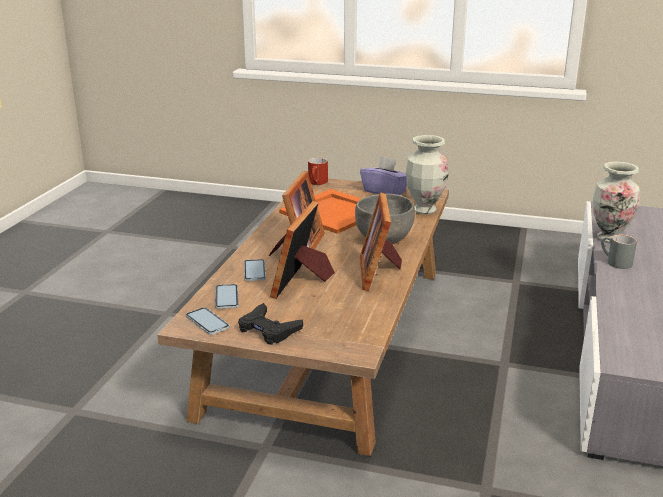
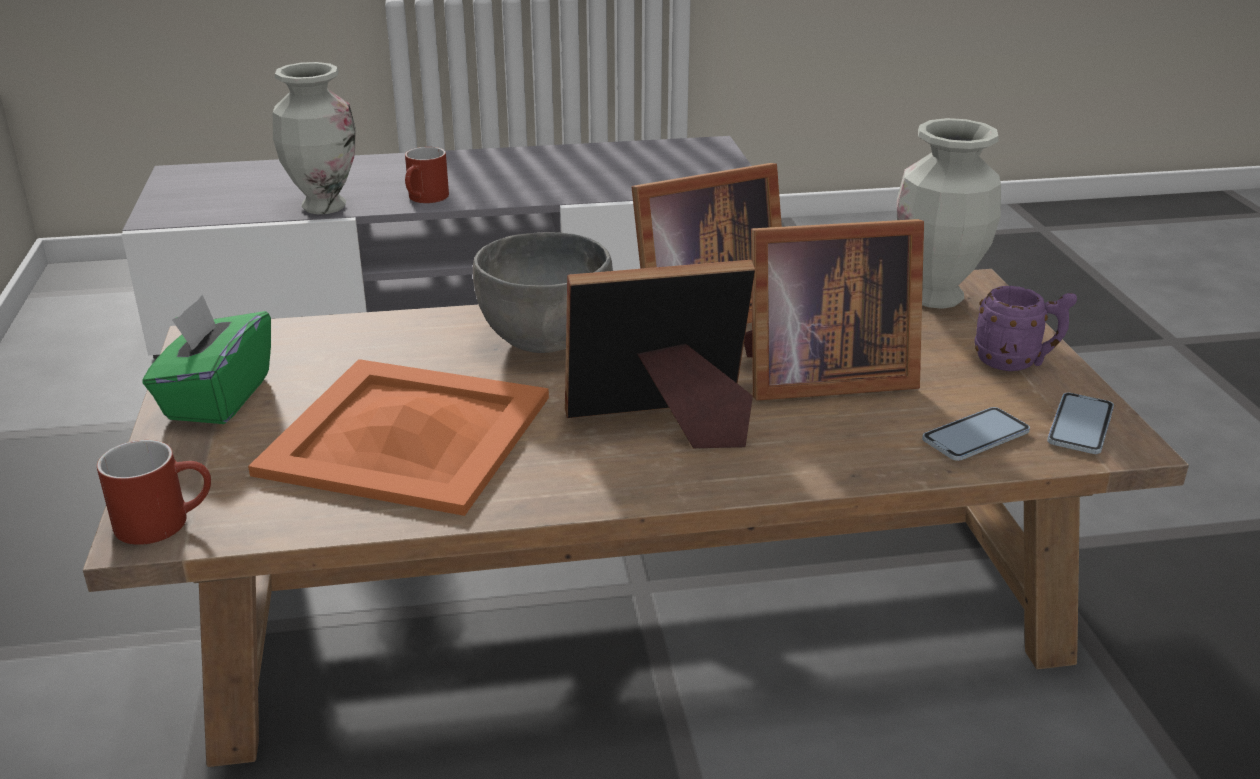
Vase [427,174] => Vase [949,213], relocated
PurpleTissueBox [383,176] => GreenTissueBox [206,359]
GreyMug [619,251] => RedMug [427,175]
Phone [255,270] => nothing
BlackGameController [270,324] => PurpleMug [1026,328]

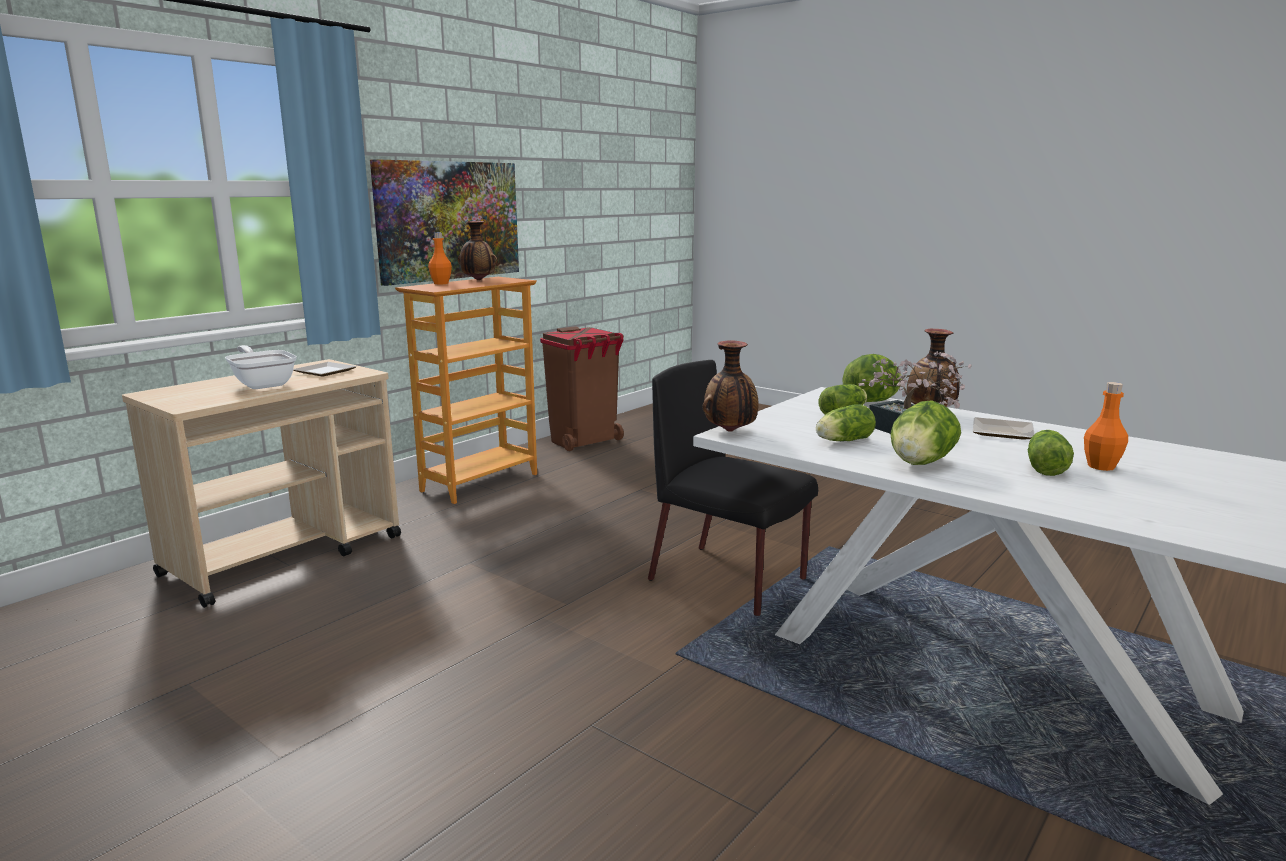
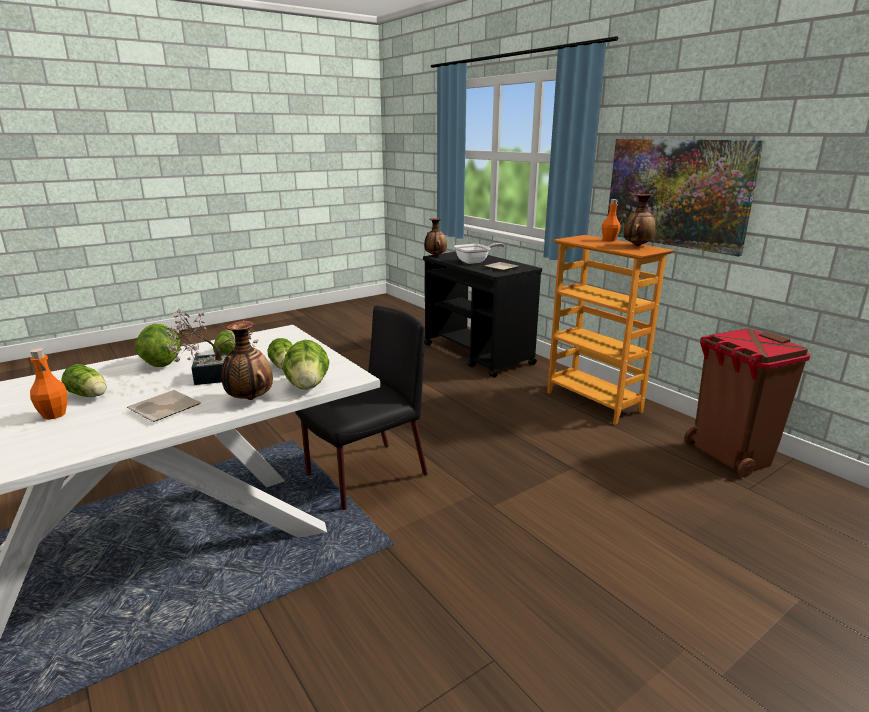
Vase [731,386] => Vase [435,237], relocated
BeigeCart [261,483] => BlackCart [482,315]

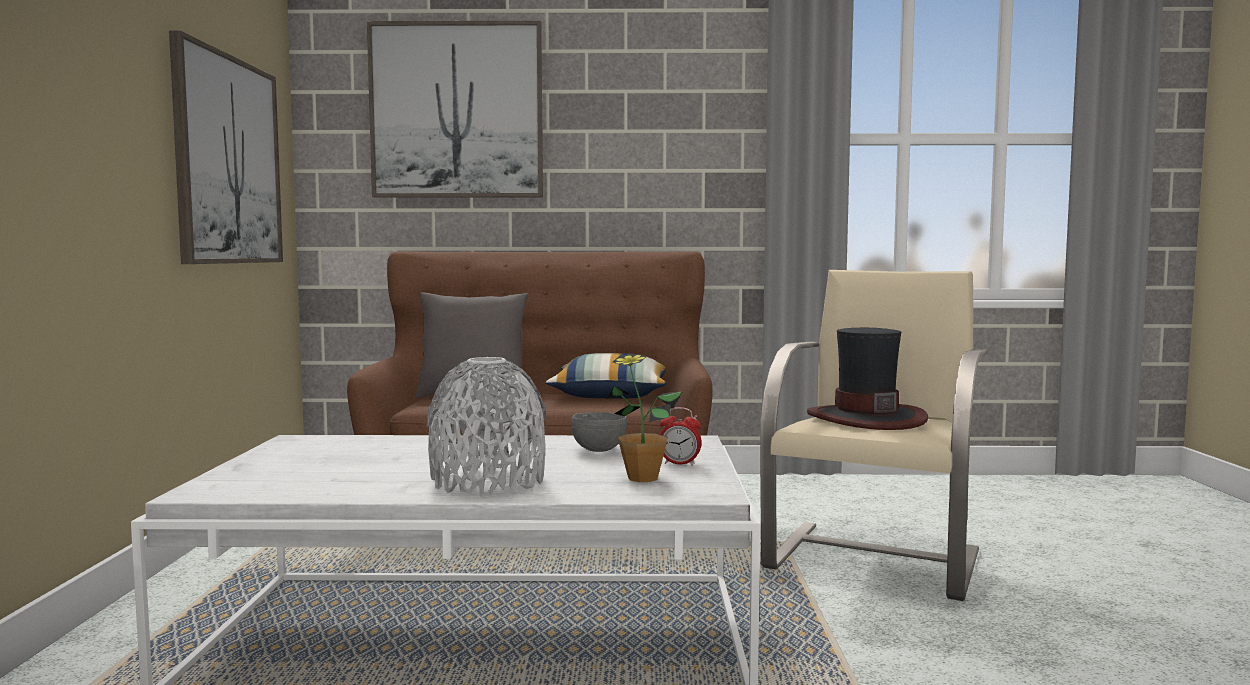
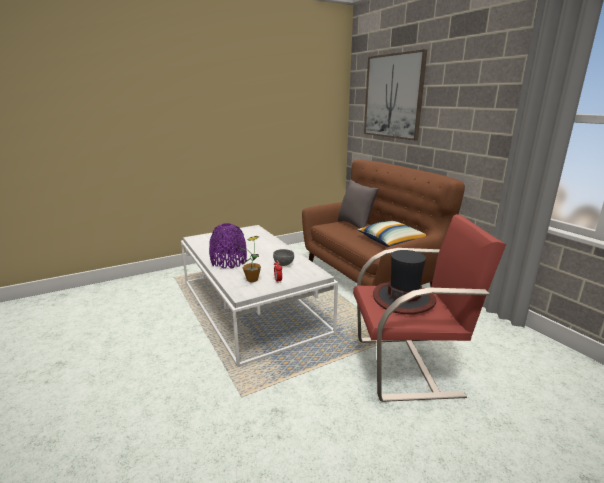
Picture [226,147] => nothing
BeigeArmchair [874,435] => RedArmchair [429,308]
GreyVase [486,427] => PurpleVase [228,246]

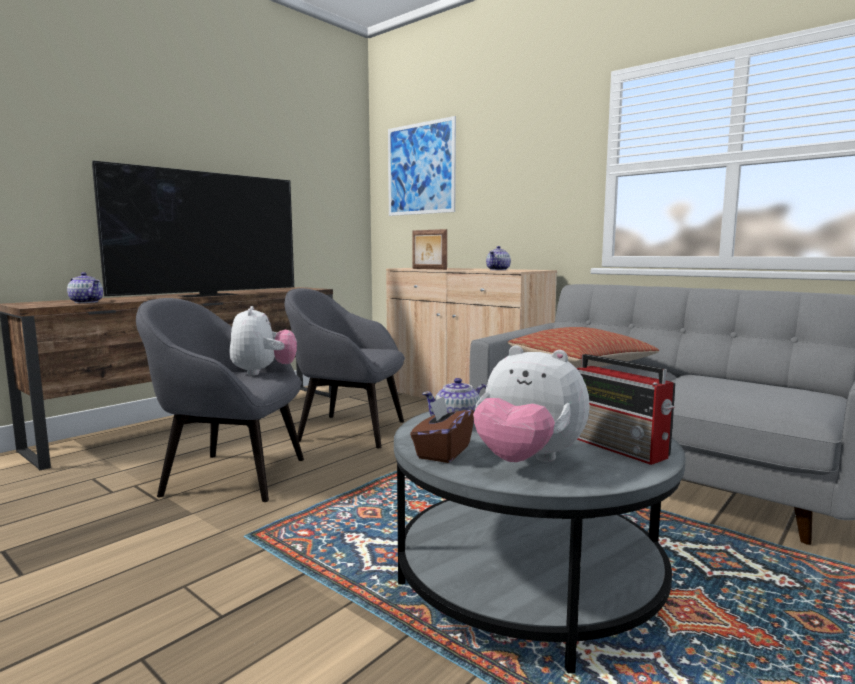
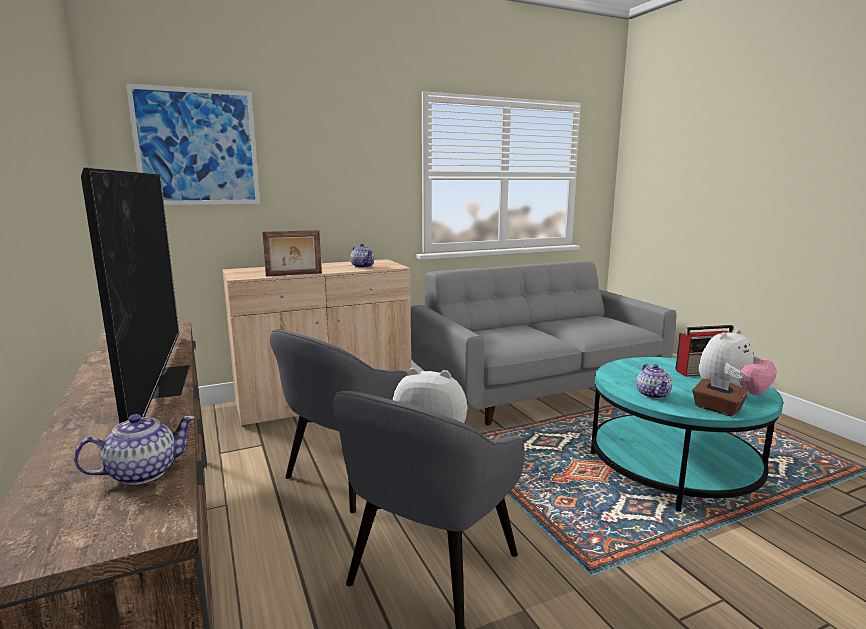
Pillow [583,347] => nothing
GreyCoffeeTable [540,542] => TurquoiseCoffeeTable [687,434]

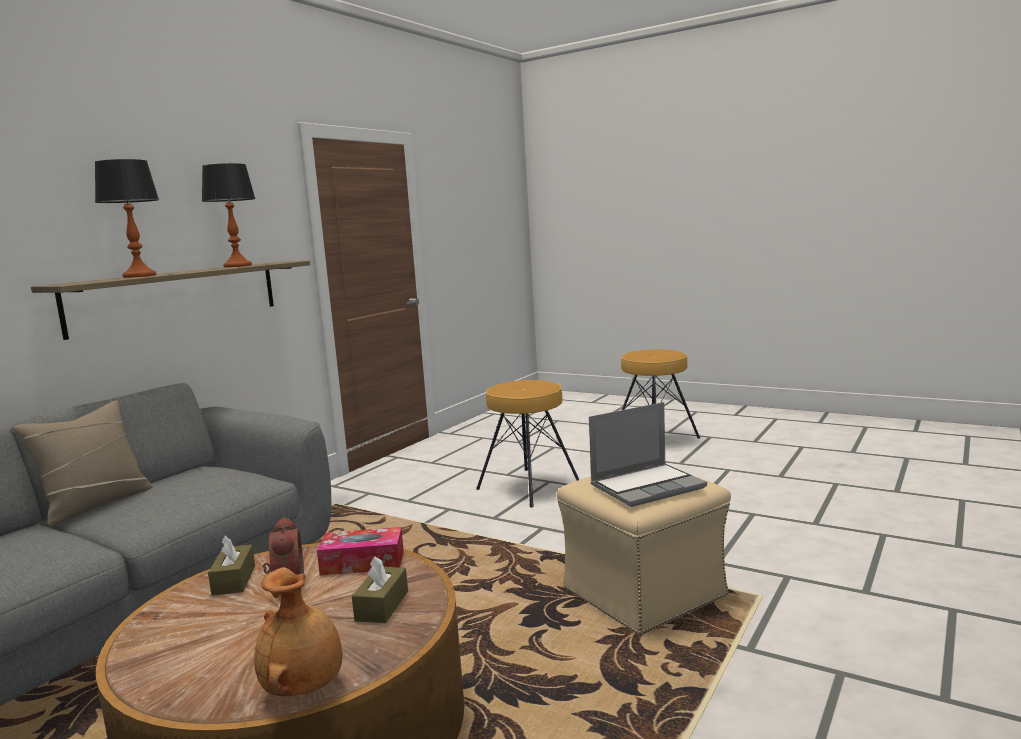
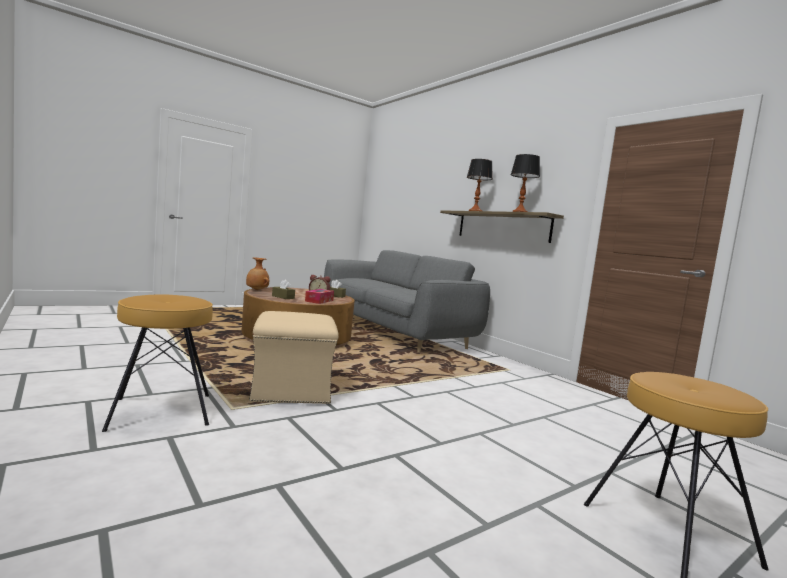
BrownStool [527,444] => BrownStool [157,363], relocated
BeigePillow [83,463] => nothing
Laptop [648,454] => nothing

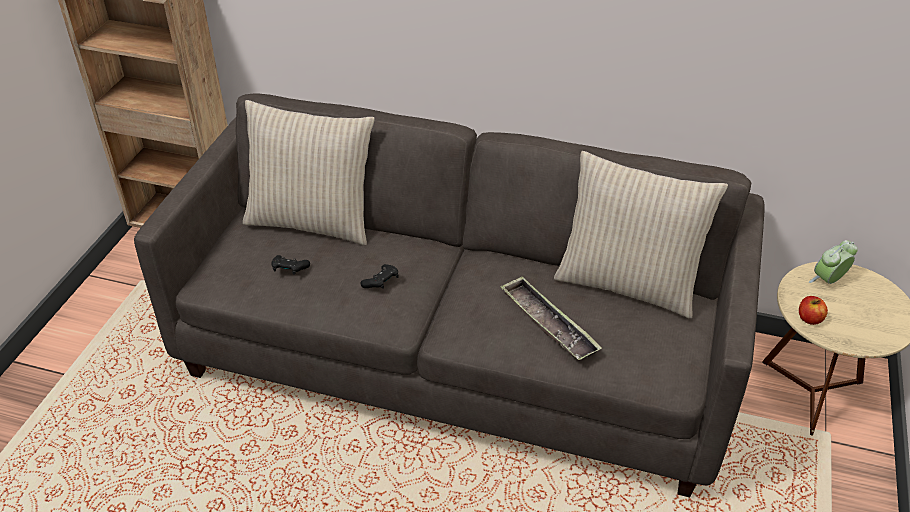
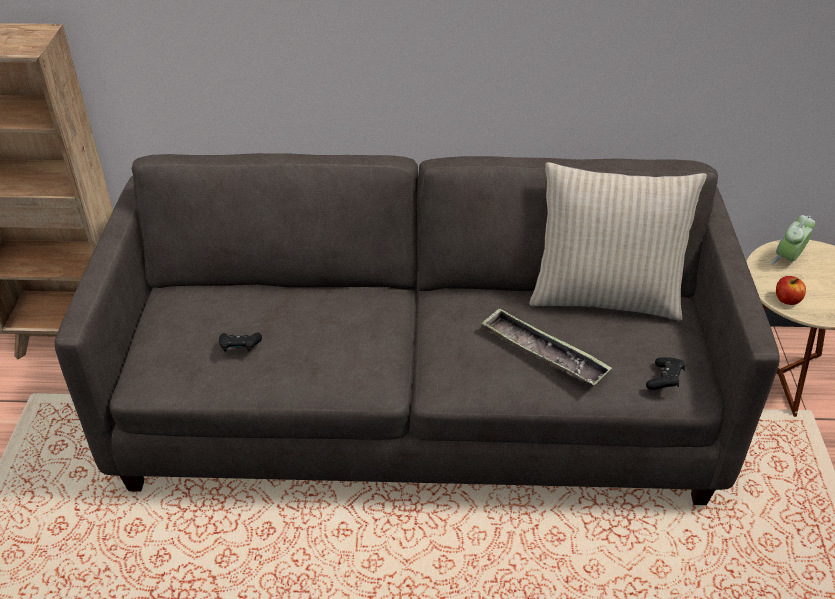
BeigePillow [309,172] => nothing
BlackGameController [379,276] => BlackGameController [665,373], relocated

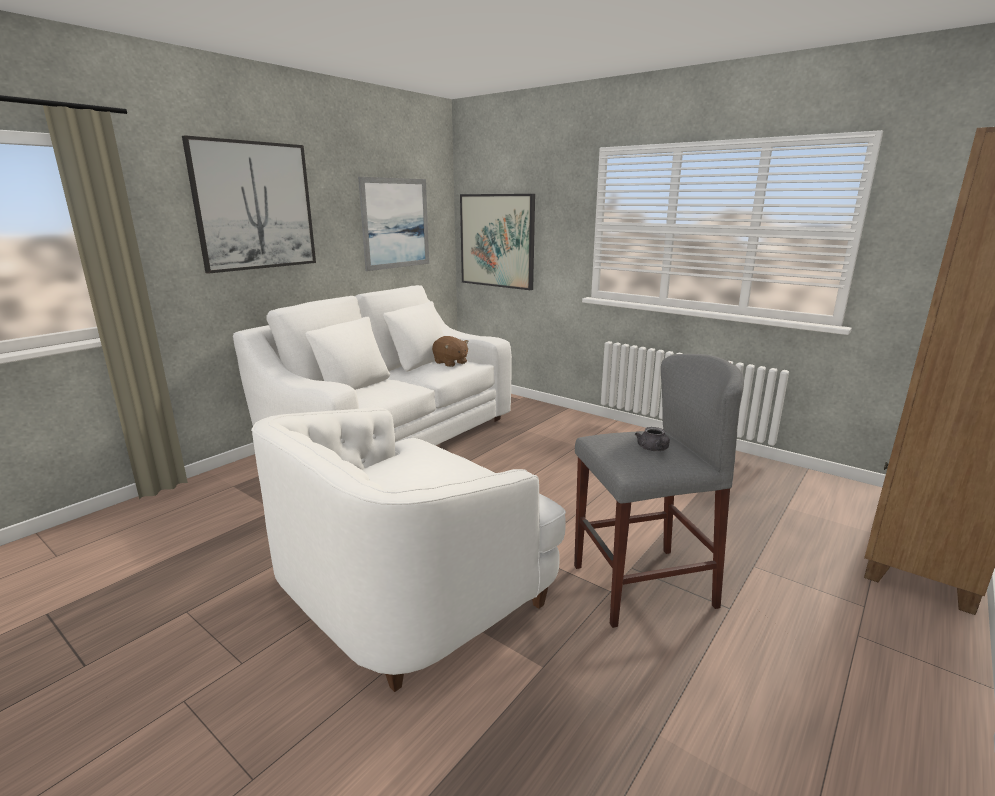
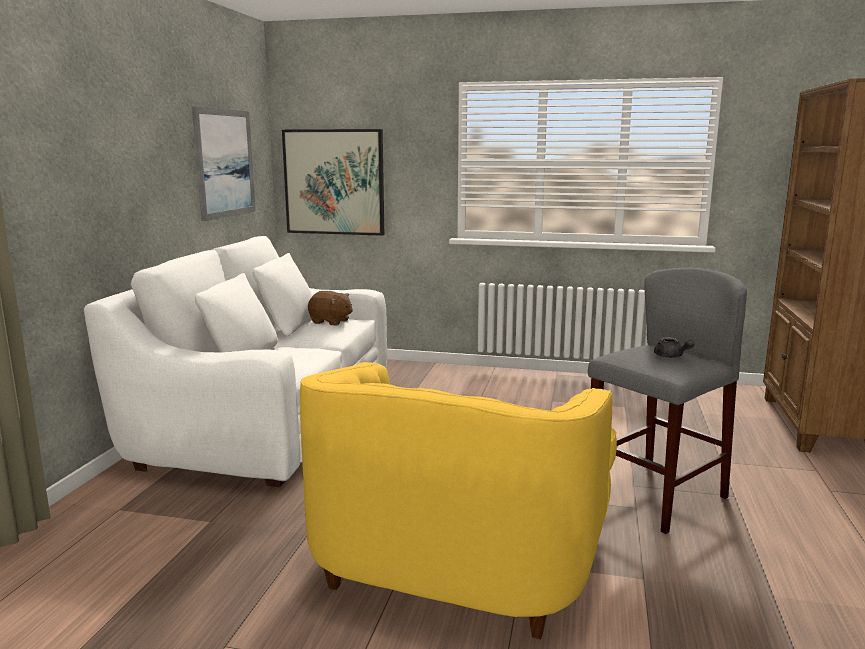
Picture [249,204] => nothing
WhiteArmchair [408,549] => YellowArmchair [458,500]

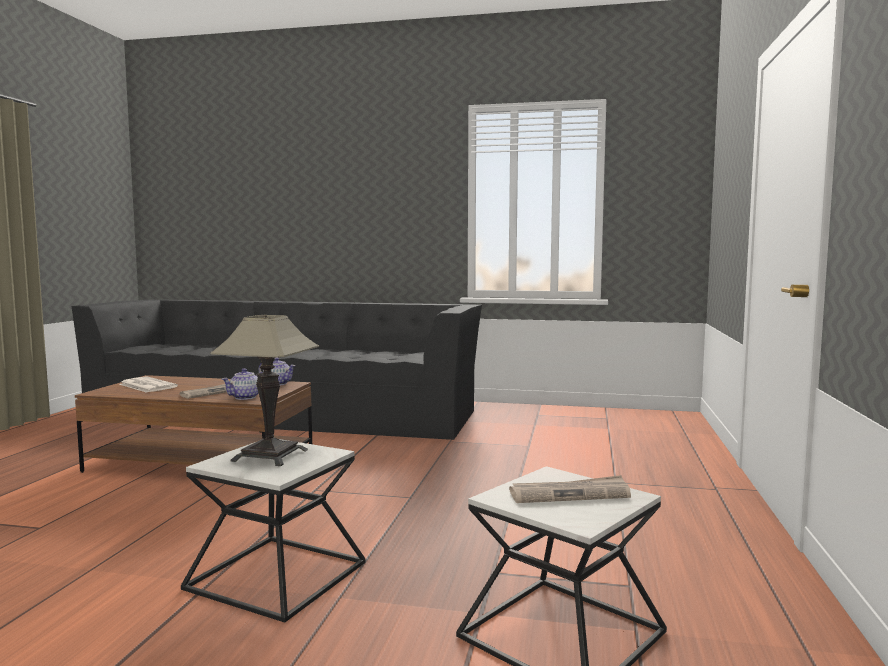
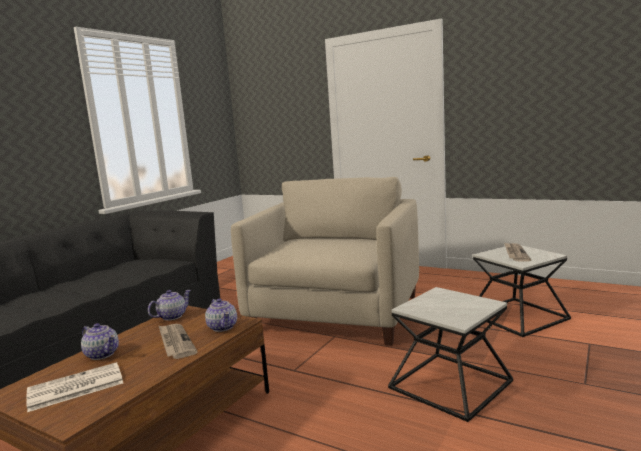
TableLamp [264,390] => nothing
nothing => BeigeArmchair [325,261]
nothing => Teapot [100,341]

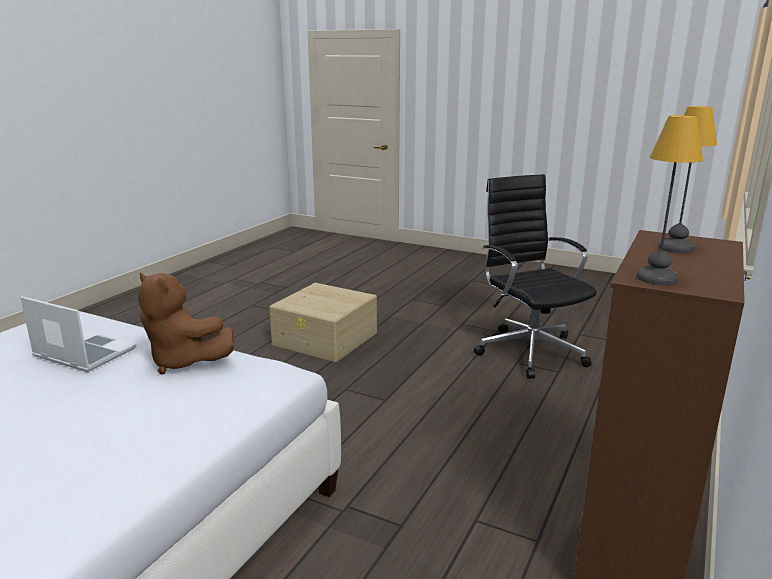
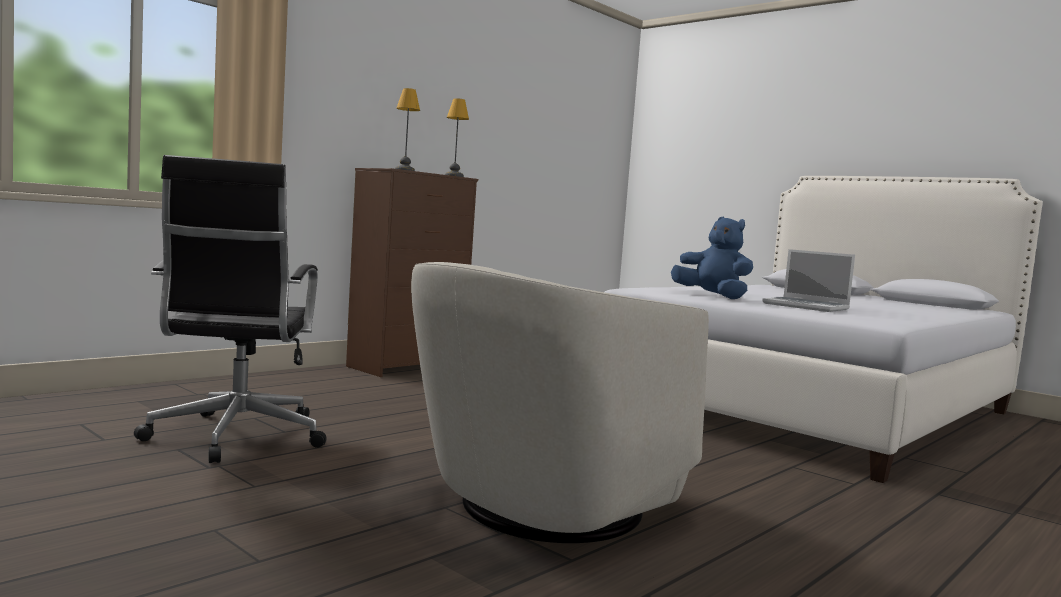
BrownPlushToy [186,323] => BluePlushToy [712,258]
BeigeStorageBox [323,322] => BeigeArmchair [560,402]

